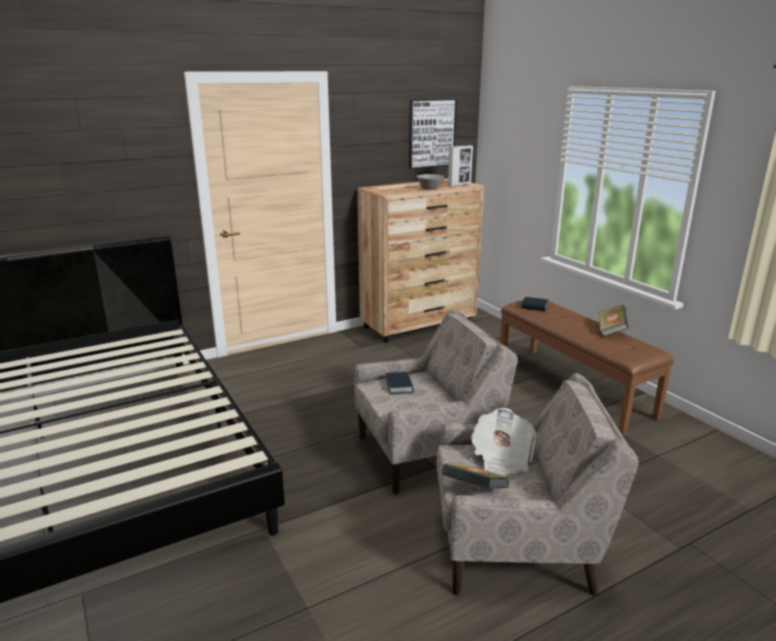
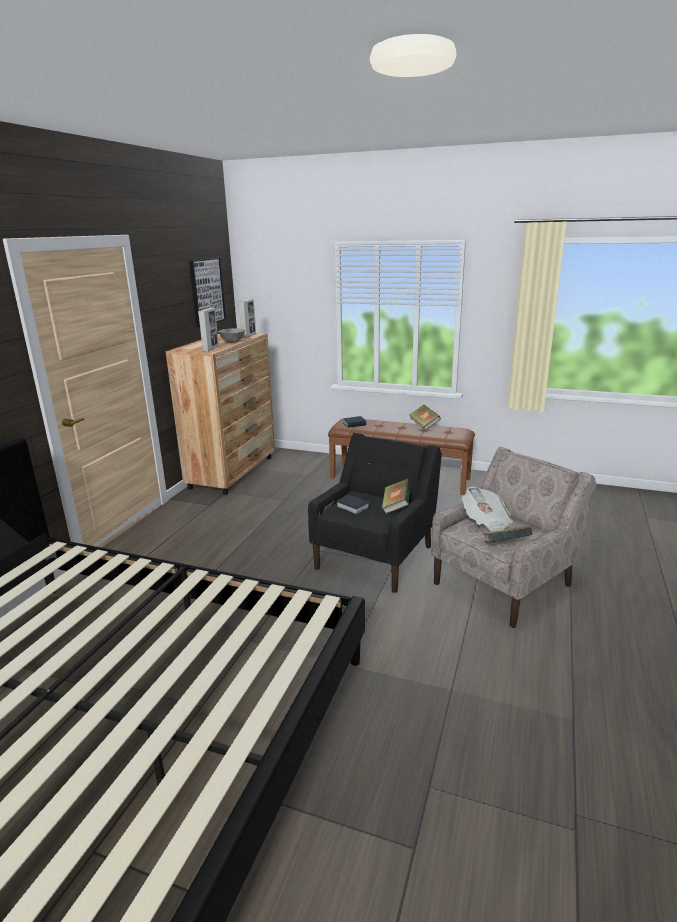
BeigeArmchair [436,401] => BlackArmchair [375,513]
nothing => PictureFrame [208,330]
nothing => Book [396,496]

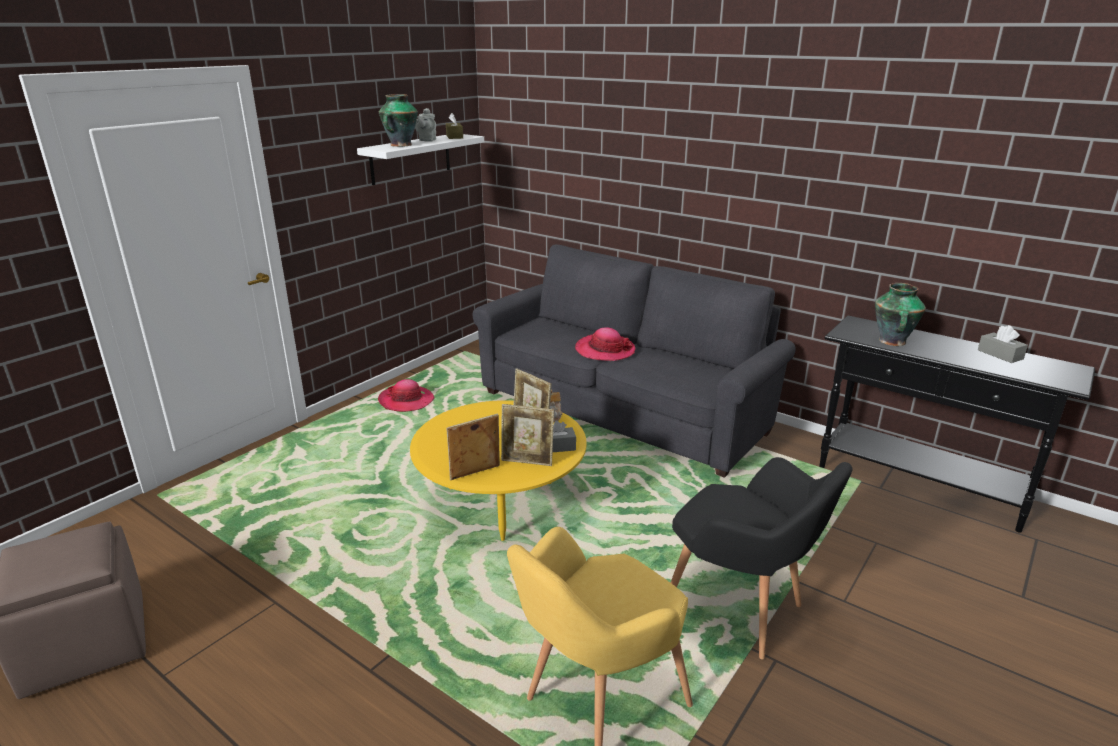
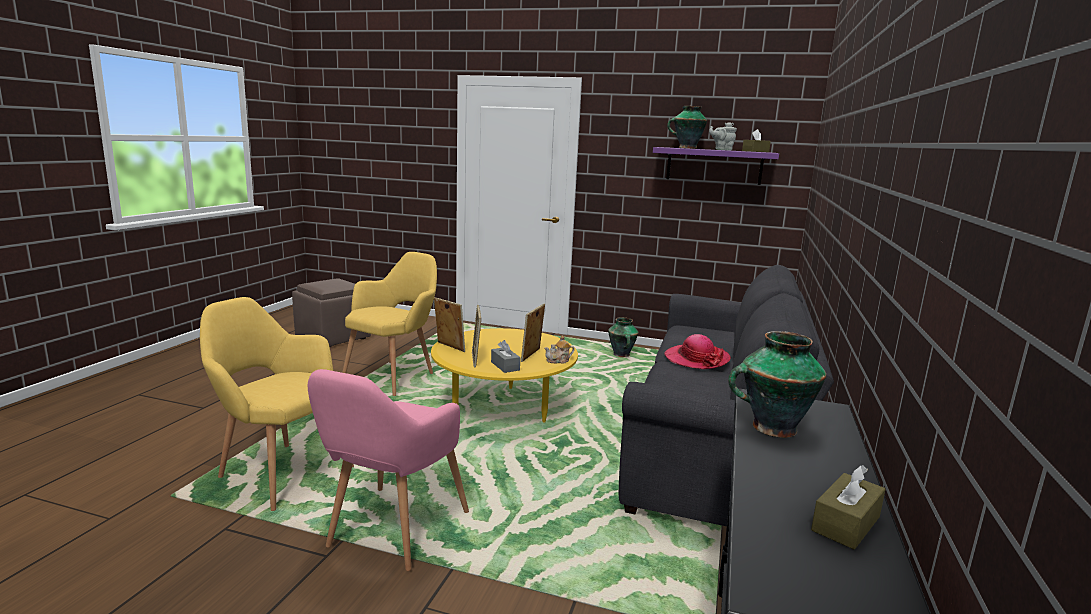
WhiteShelf [420,159] => PurpleShelf [716,166]
GreyTissueBox [1003,344] => BrownTissueBox [848,507]
Hat [406,395] => Vase [623,337]
BlackArmchair [761,558] => PinkArmchair [388,470]
nothing => YellowArmchair [389,324]

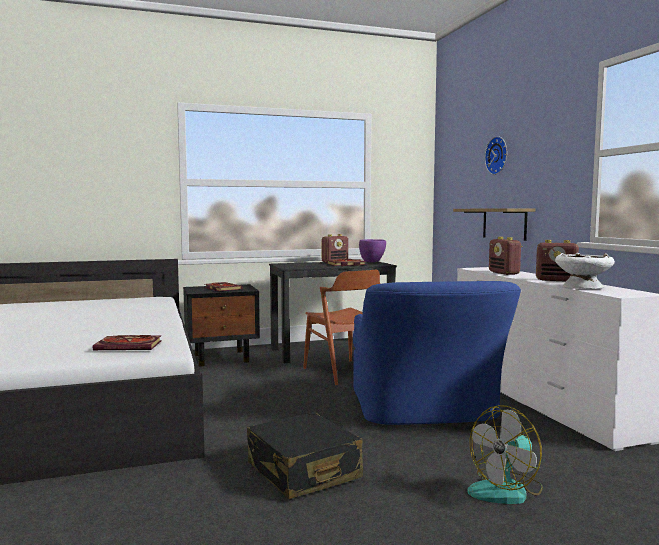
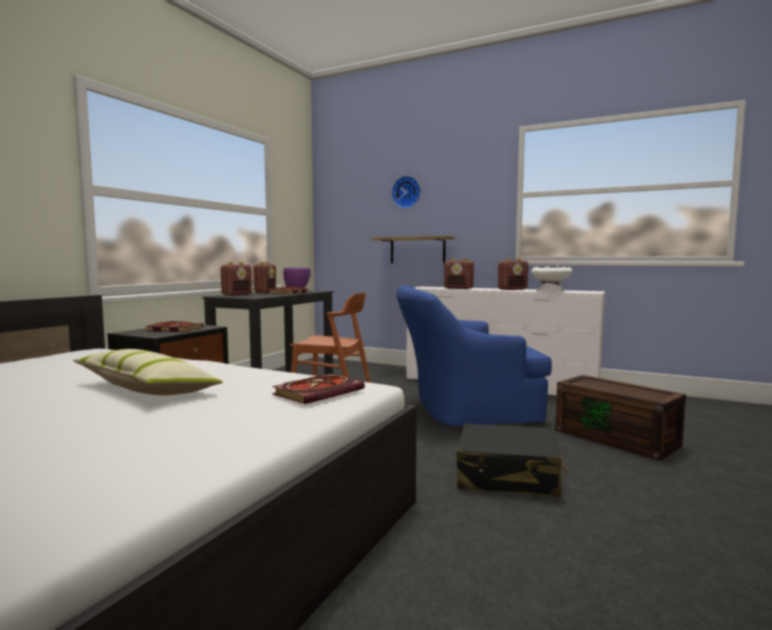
BlueArmchair [437,353] => BlueArmchair [474,355], 135 degrees clockwise
Fan [505,454] => BrownStorageBox [620,418]
nothing => Radio [236,279]
nothing => Pillow [148,372]

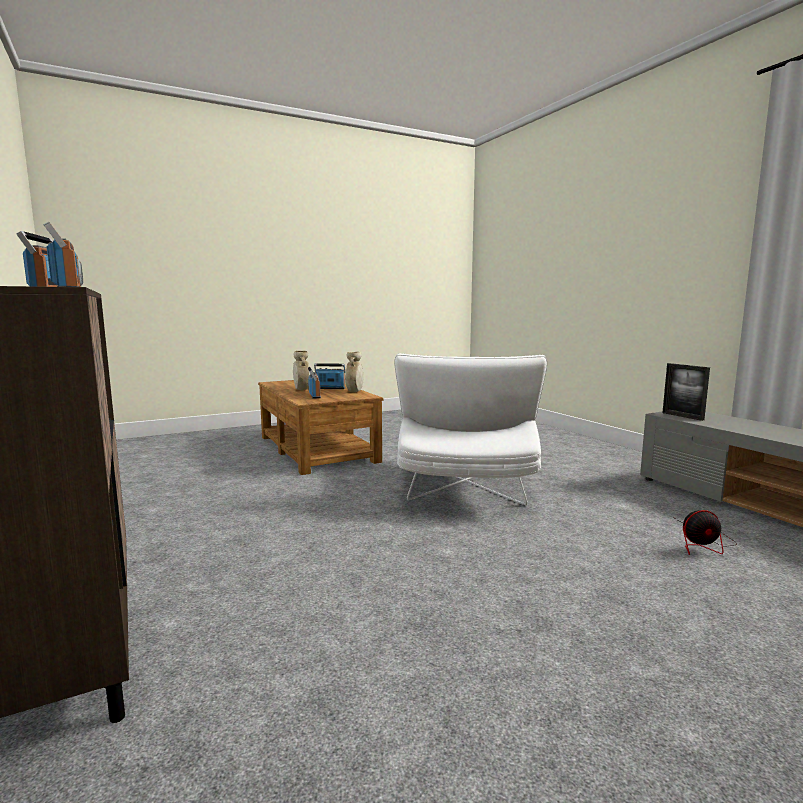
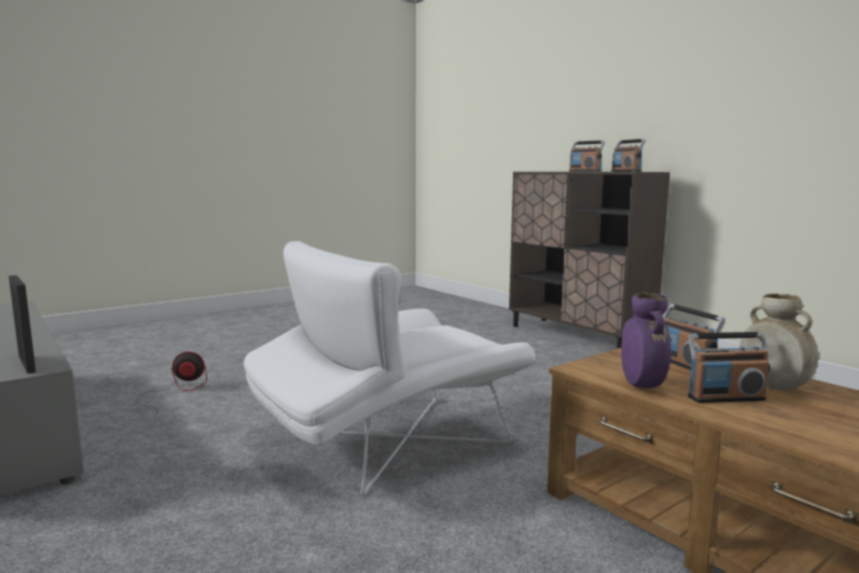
BeigeVase [354,372] => PurpleVase [646,340]
WhiteArmchair [470,429] => WhiteArmchair [390,369], 120 degrees counterclockwise

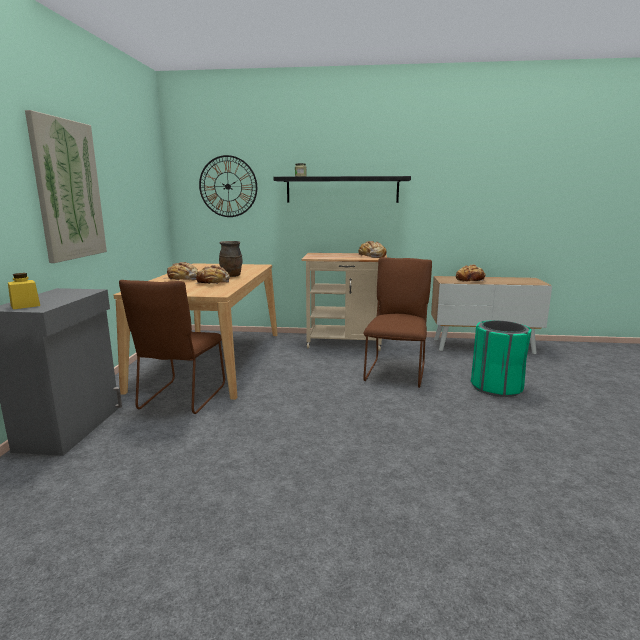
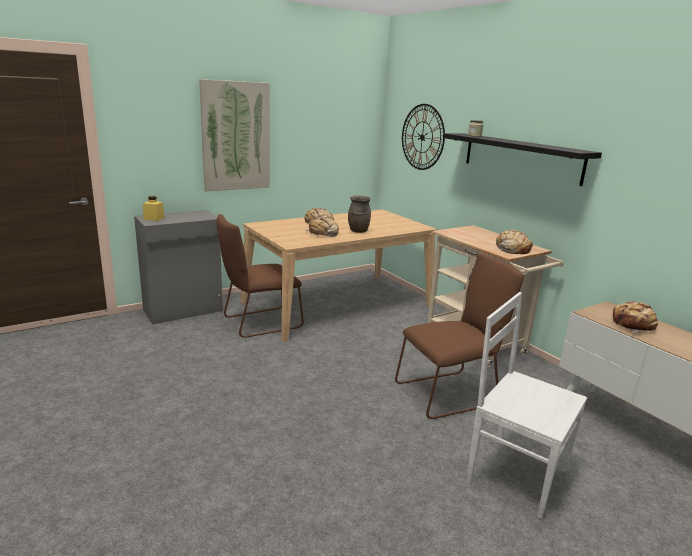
GreenTrashCan [501,358] => WhiteChair [526,405]

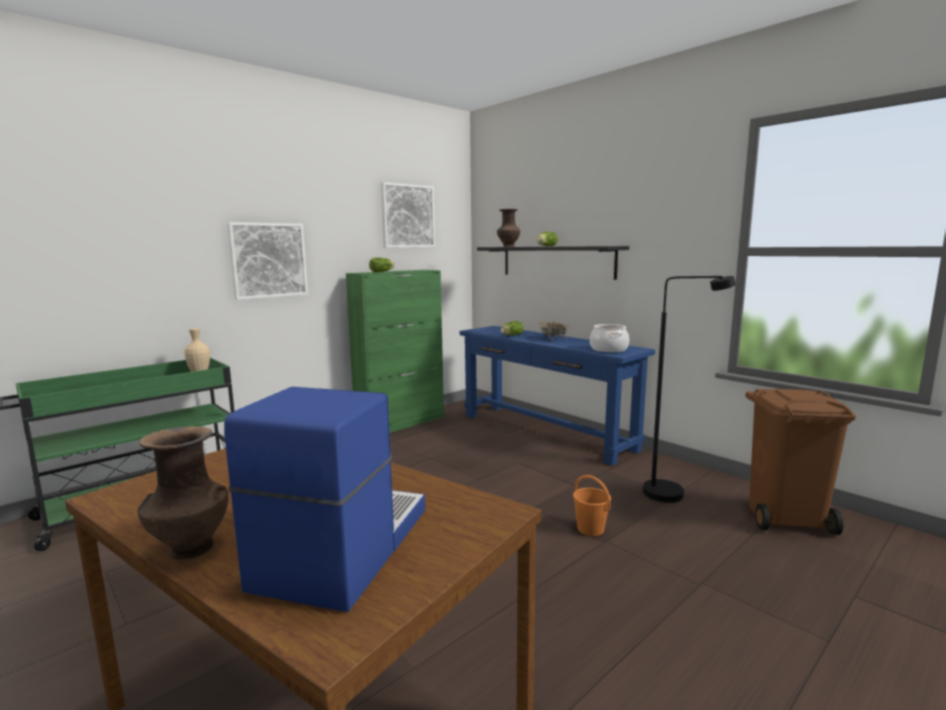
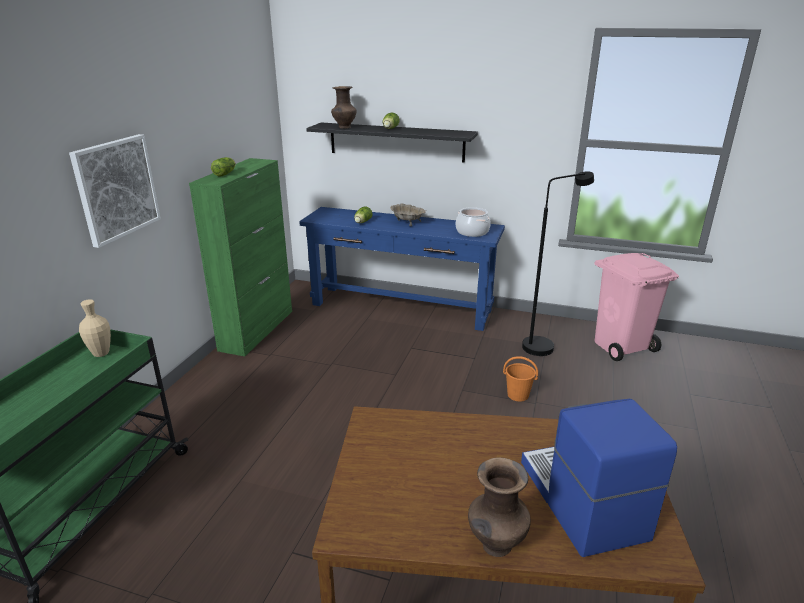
Picture [408,215] => nothing
BrownTrashCan [800,462] => PinkTrashCan [636,307]

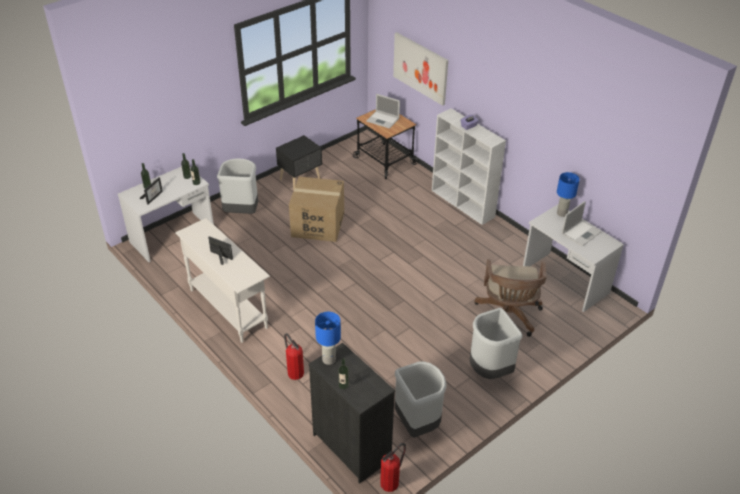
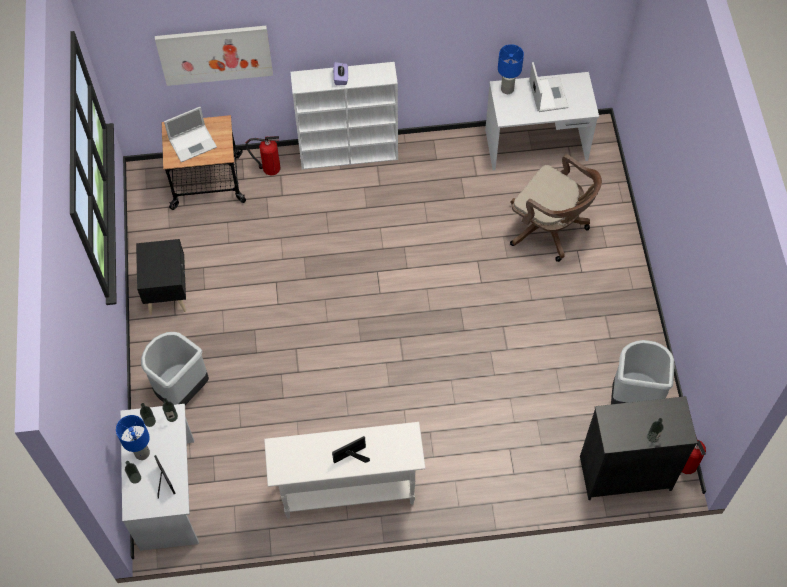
CardboardBox [316,209] => nothing
GreyTrashCan [496,343] => nothing
BlueTableLamp [328,338] => BlueTableLamp [133,437], relocated
FireExtinguisher [294,356] => FireExtinguisher [263,156], relocated

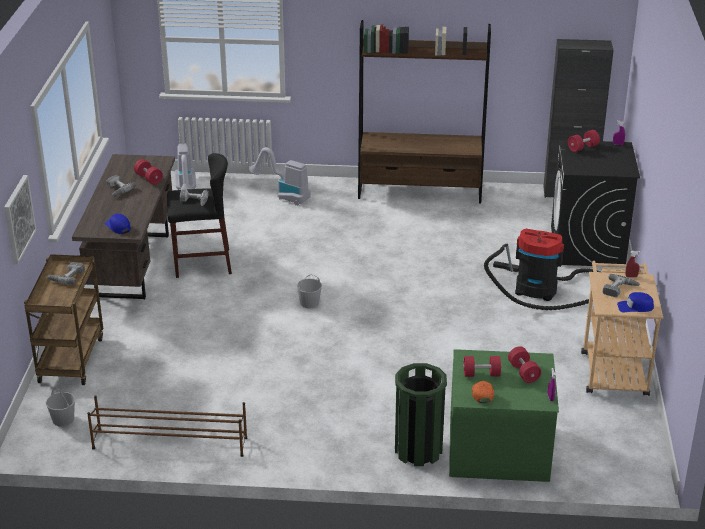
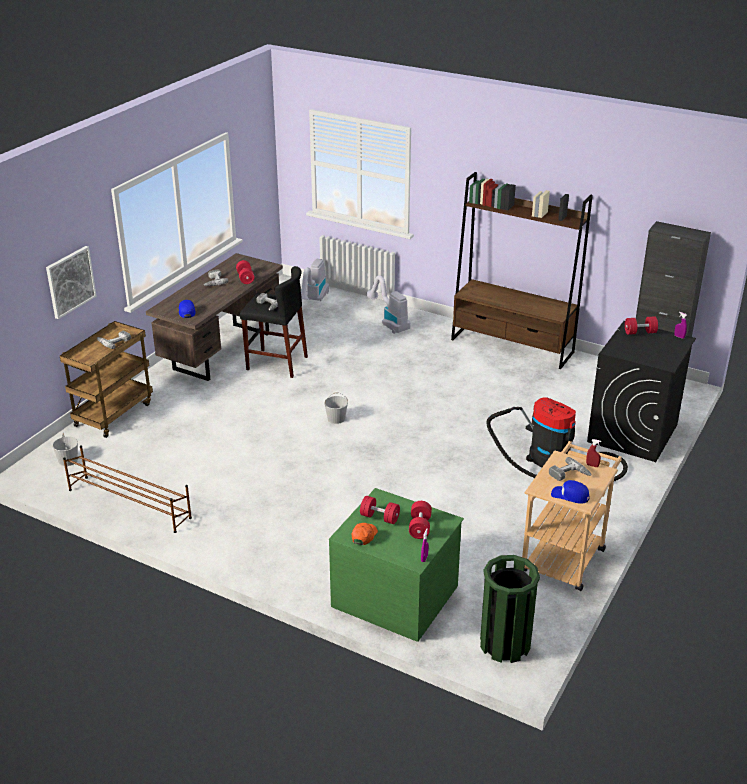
GreenTrashCan [421,414] => GreenTrashCan [510,609], relocated

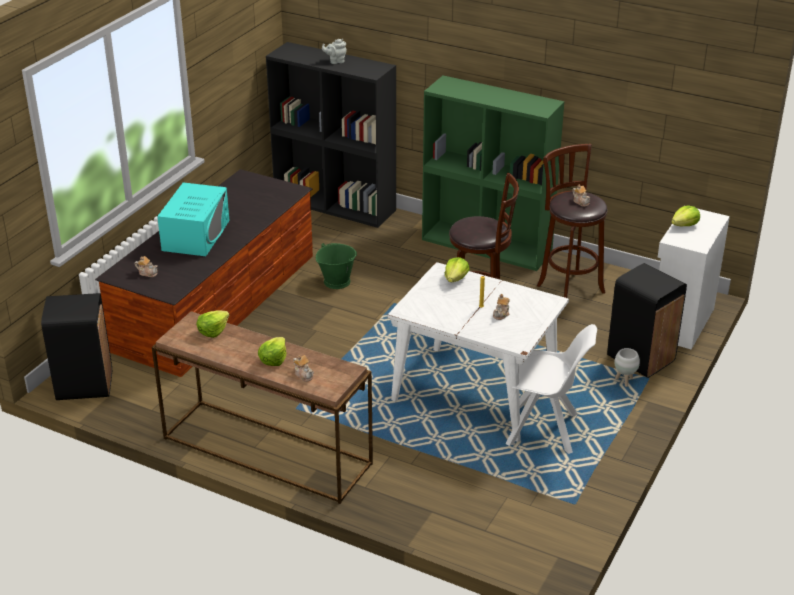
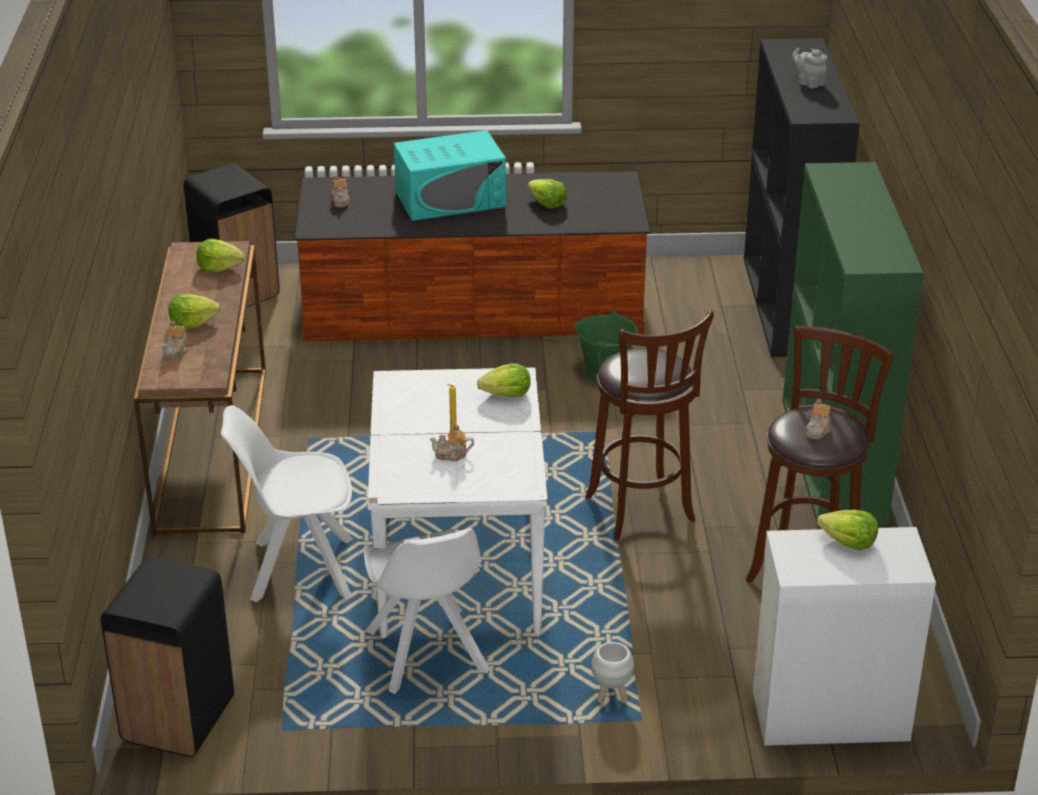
BlackTrashCan [647,320] => BlackTrashCan [167,657], relocated
nothing => Lettuce [547,193]
nothing => WhiteChair [287,503]

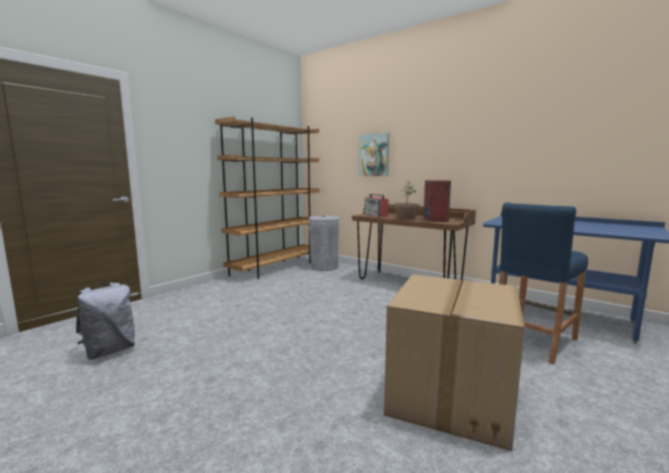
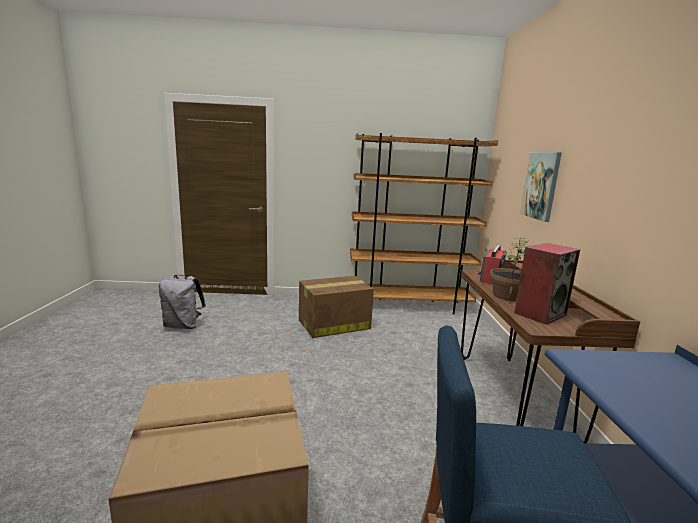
GreyTrashCan [324,243] => nothing
nothing => CardboardBox [336,307]

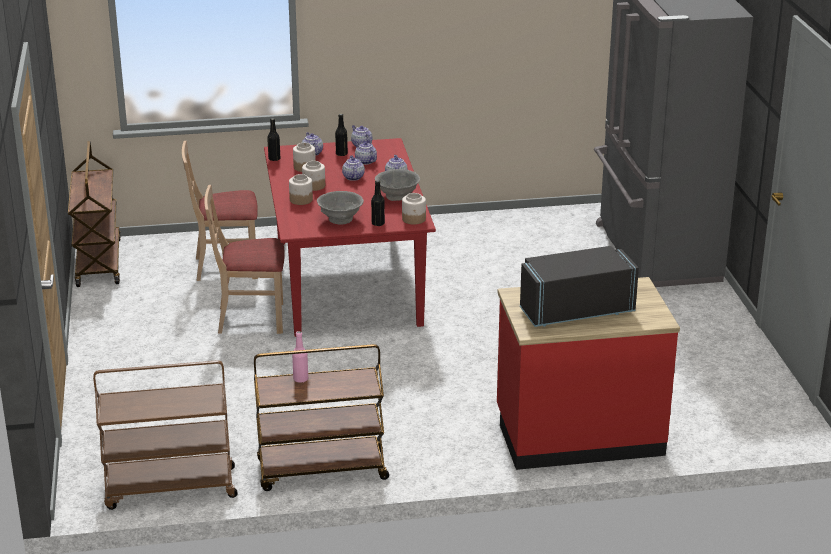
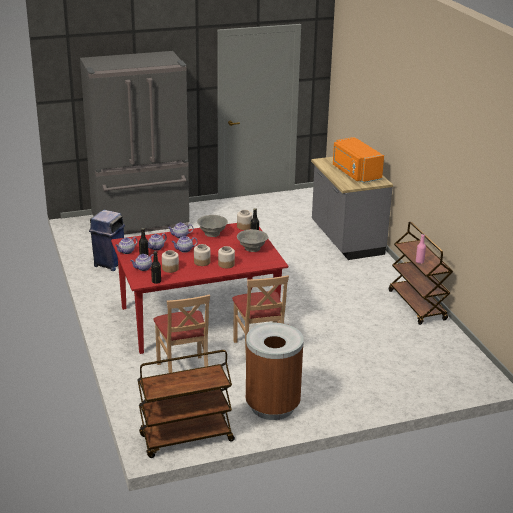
BlackMicrowave [579,286] => OrangeMicrowave [358,160]
RedCounter [588,373] => GreyCounter [352,208]
BrownCart [165,435] => nothing
nothing => BlueTrashCan [107,240]
nothing => BrownTrashCan [275,371]

